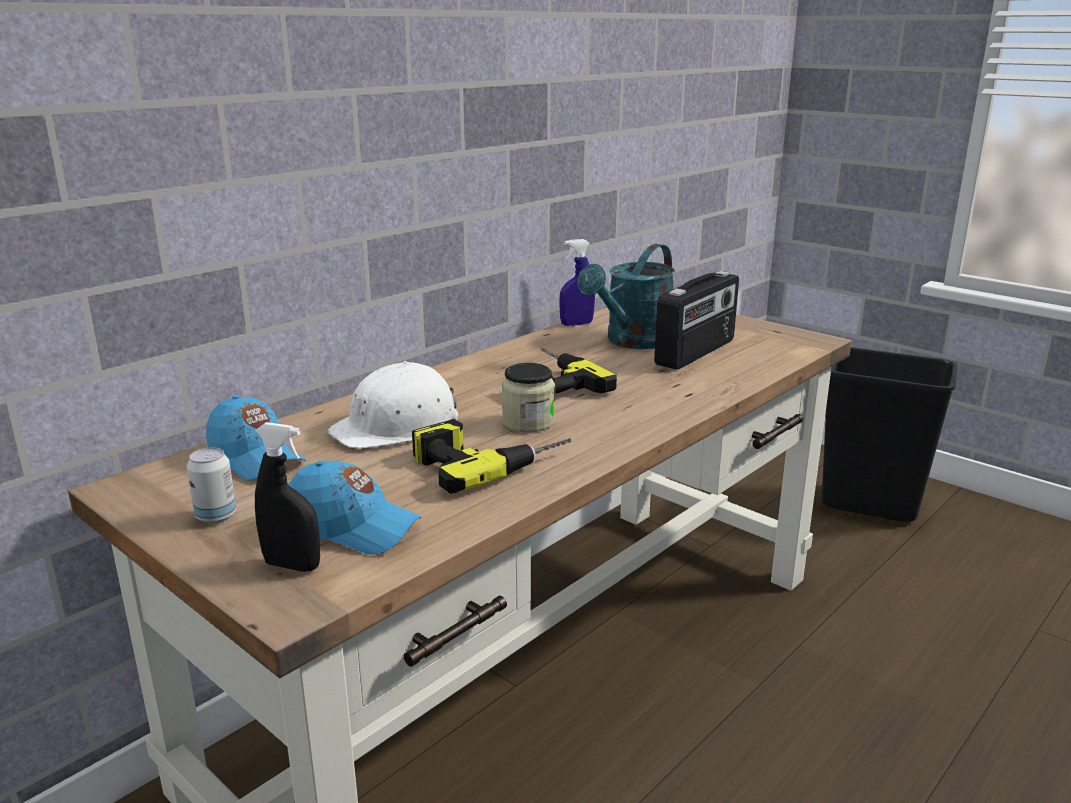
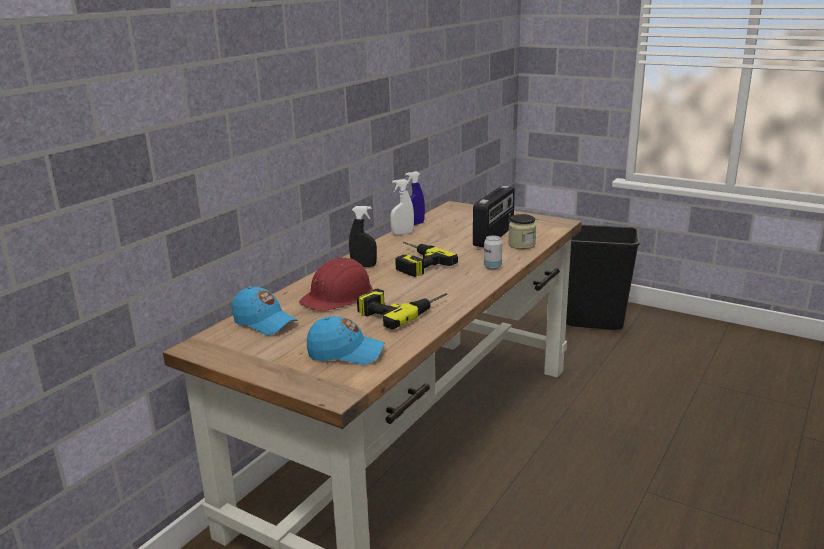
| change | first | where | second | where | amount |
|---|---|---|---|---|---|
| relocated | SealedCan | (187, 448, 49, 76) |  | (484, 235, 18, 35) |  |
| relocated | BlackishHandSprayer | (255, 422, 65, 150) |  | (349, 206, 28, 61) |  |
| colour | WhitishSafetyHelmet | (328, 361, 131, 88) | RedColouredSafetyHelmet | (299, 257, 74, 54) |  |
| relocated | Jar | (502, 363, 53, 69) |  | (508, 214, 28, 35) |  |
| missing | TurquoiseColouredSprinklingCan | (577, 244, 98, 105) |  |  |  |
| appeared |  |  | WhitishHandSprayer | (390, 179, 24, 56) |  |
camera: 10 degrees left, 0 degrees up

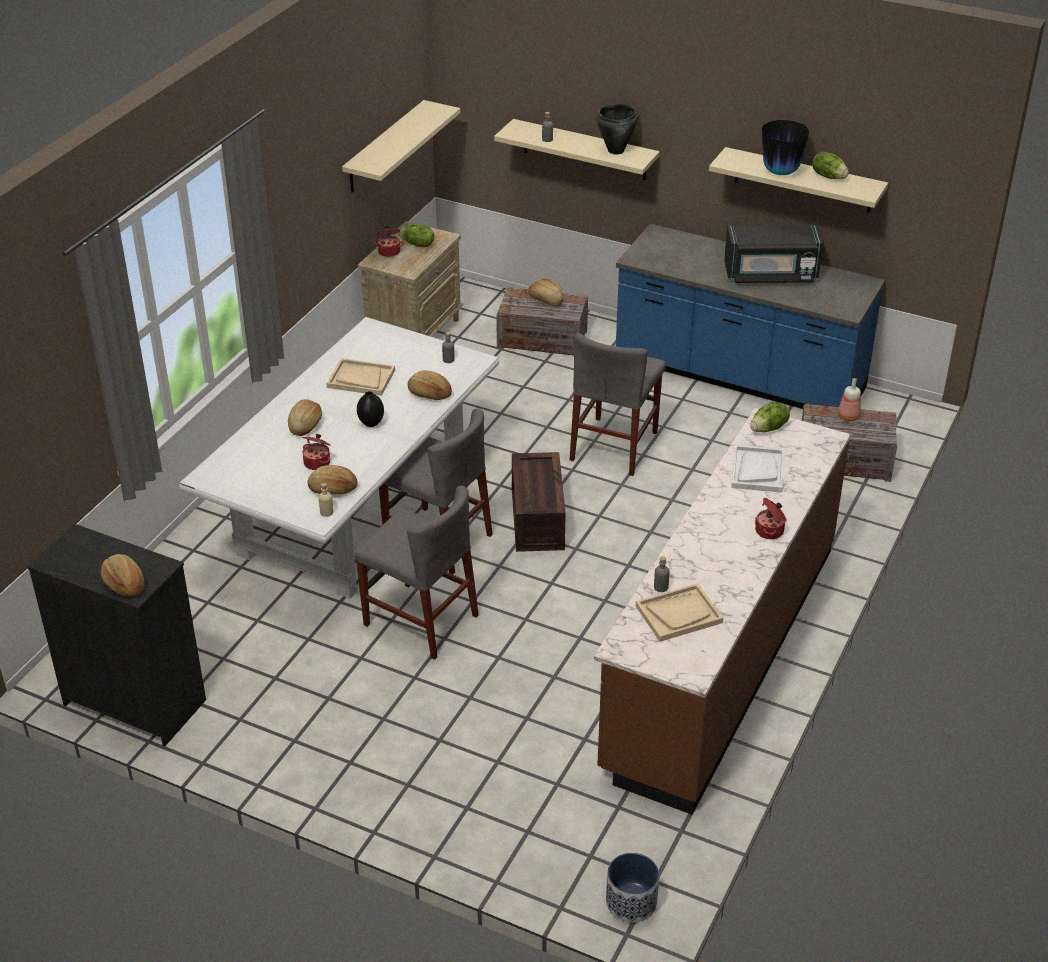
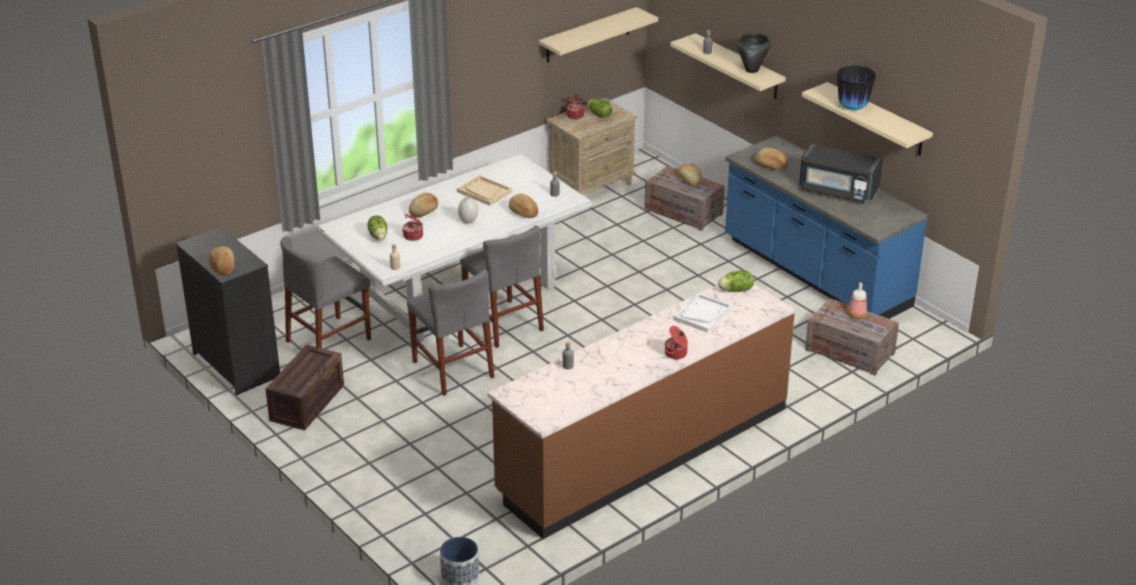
| change | first | where | second | where | amount |
|---|---|---|---|---|---|
| relocated | BakedBread | (308, 465, 50, 29) |  | (755, 148, 33, 22) |  |
| colour | BlackishFlowerVase | (357, 391, 27, 36) | WhitishFlowerVase | (458, 196, 20, 28) |  |
| relocated | PackingCrate | (512, 452, 54, 100) |  | (265, 345, 79, 85) |  |
| relocated | GrayUprightChair | (570, 333, 96, 143) |  | (280, 236, 91, 112) |  |
| missing | BeigeColouredServingTray | (636, 583, 87, 59) |  |  |  |
| relocated | Lettuce | (812, 152, 37, 27) |  | (367, 215, 20, 25) |  |
camera: 25 degrees right, 5 degrees down

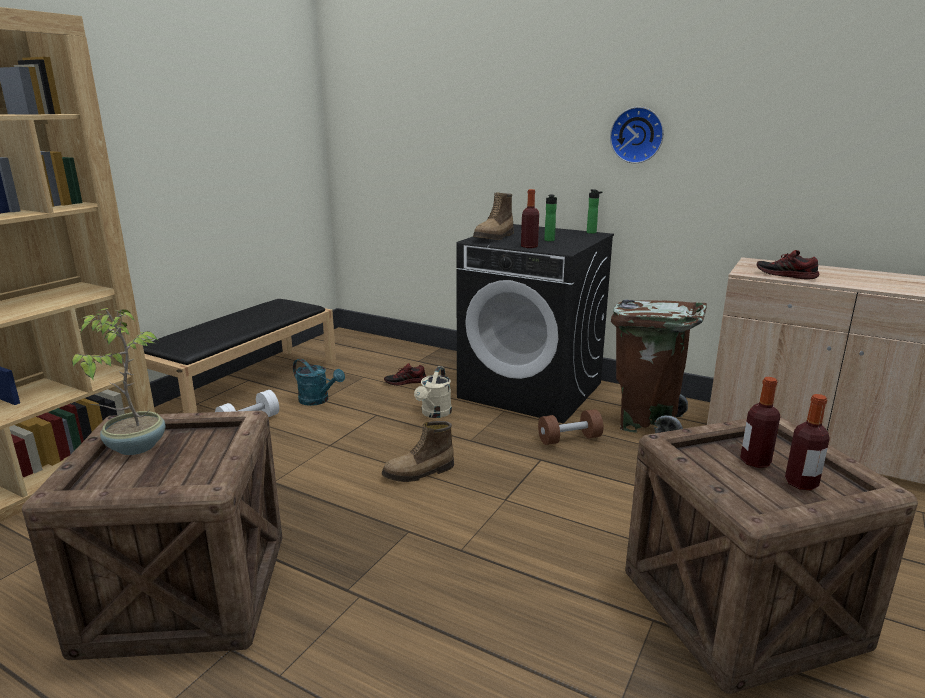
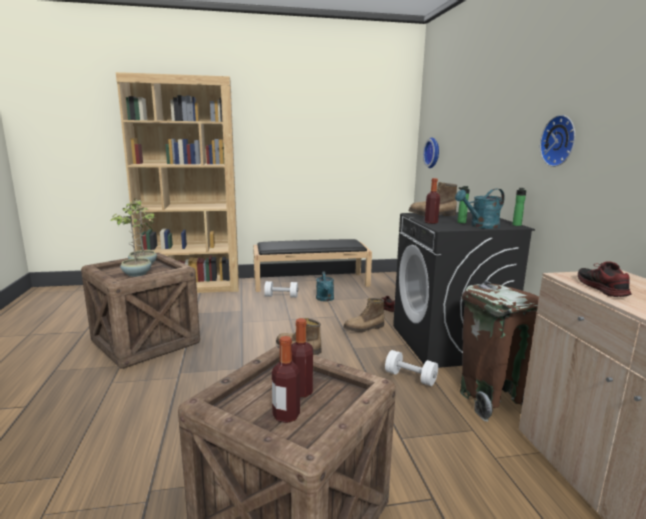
| change | first | where | second | where | amount |
|---|---|---|---|---|---|
| exchanged | BeigeColouredSprinklingCan | (414, 366, 38, 52) | HighTopBoot | (343, 298, 41, 34) |  |
| colour | BrownishDumbbell | (538, 409, 65, 36) | WhitishDumbbell | (385, 350, 53, 36) |  |
| appeared |  |  | PlantInAPot | (110, 203, 45, 74) |  |
| appeared |  |  | HangingClock | (423, 137, 16, 31) |  |
| appeared |  |  | TurquoiseColouredSprinklingCan | (455, 188, 50, 41) |  |
camera: 50 degrees right, 5 degrees down

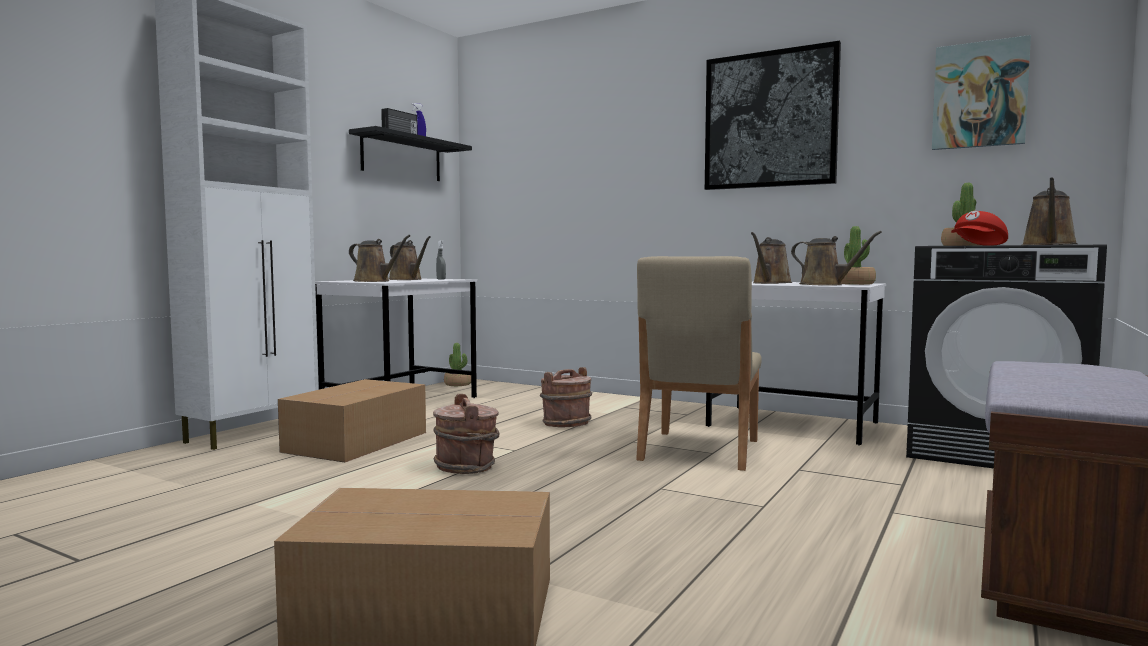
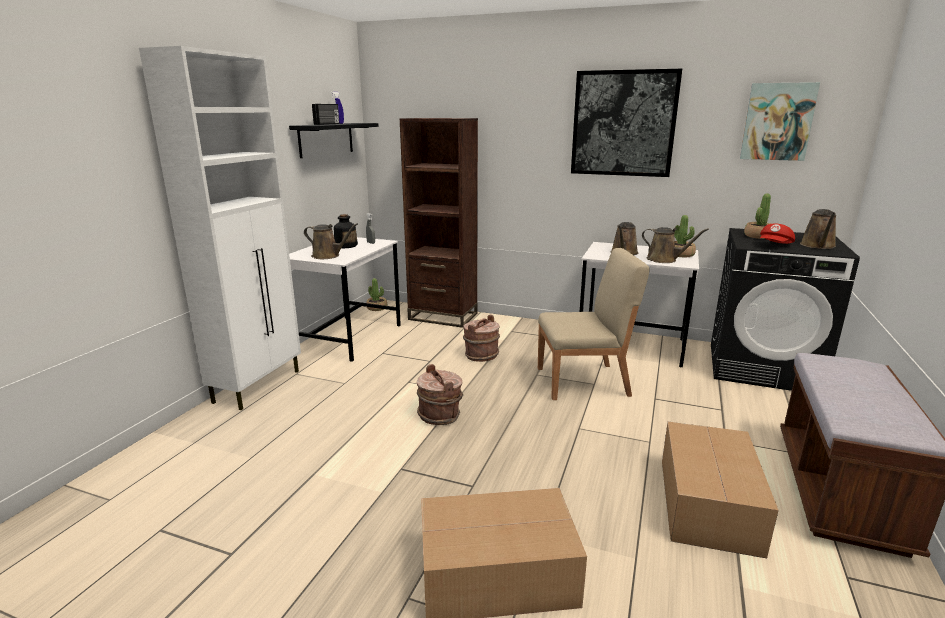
| change | first | where | second | where | amount |
|---|---|---|---|---|---|
| relocated | PackingBox | (278, 379, 148, 83) |  | (662, 422, 117, 136) |  |
| exchanged | BrownishSprinklingCan | (389, 236, 42, 44) | BeverageBottle | (334, 214, 24, 34) |  |
| spun | BeigeColouredUprightChair | (636, 256, 126, 215) |  | (538, 248, 112, 152) | 105 degrees counterclockwise |
| appeared |  |  | BrownishShelvingUnit | (400, 118, 78, 210) |  |
camera: 10 degrees left, 15 degrees up

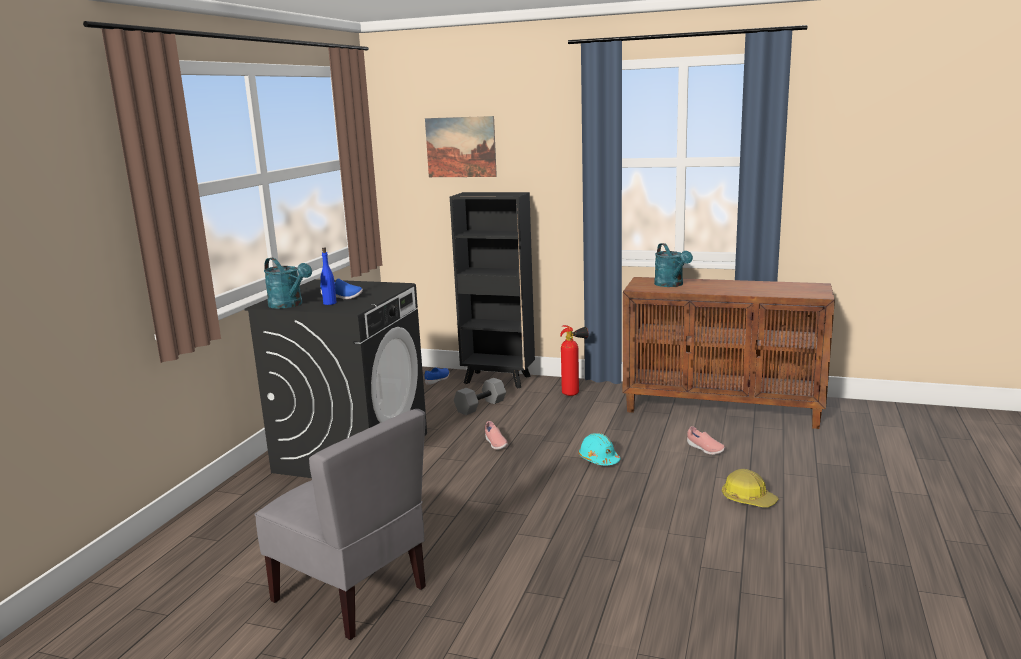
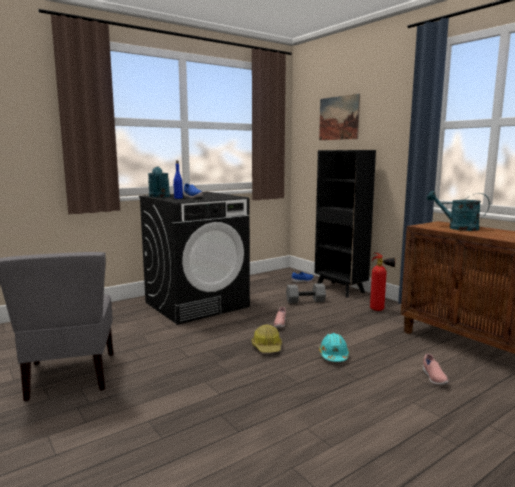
| change | first | where | second | where | amount |
|---|---|---|---|---|---|
| spun | TurquoiseColouredSprinklingCan | (654, 243, 39, 44) |  | (427, 191, 63, 40) | 105 degrees clockwise |
| relocated | SafetyHelmet | (722, 469, 57, 38) |  | (251, 325, 31, 28) |  |
camera: 35 degrees right, 5 degrees down

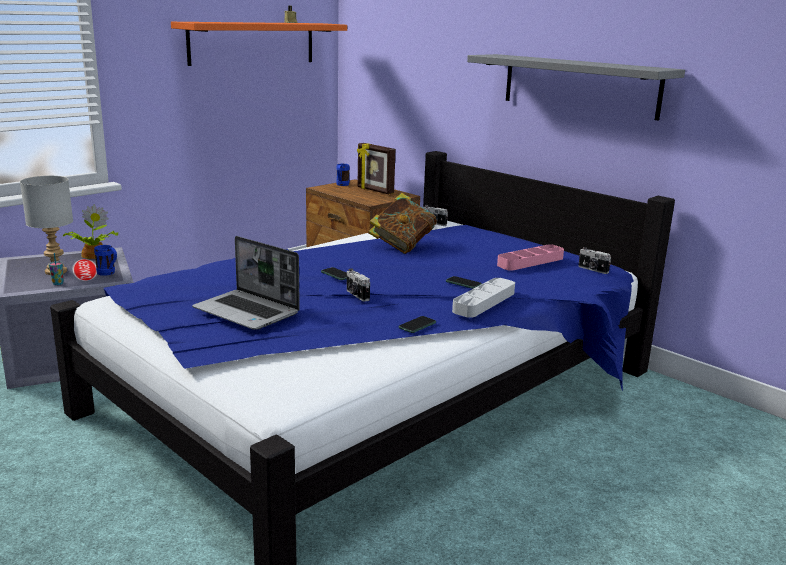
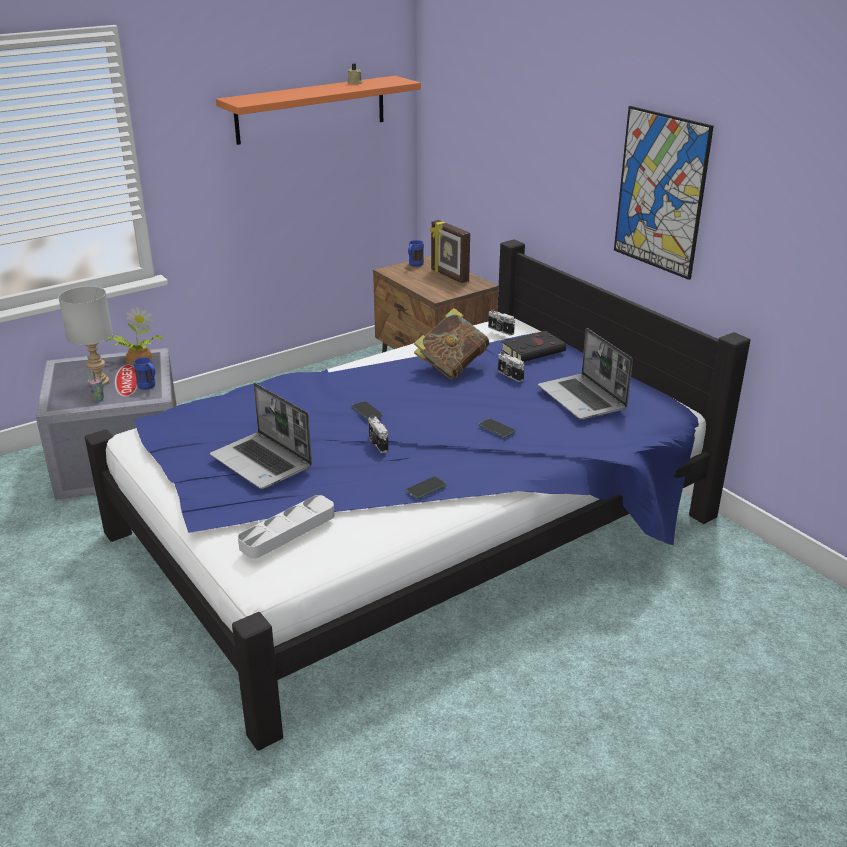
| change | first | where | second | where | amount |
|---|---|---|---|---|---|
| relocated | GrayServingTray | (452, 278, 63, 40) |  | (238, 495, 96, 64) |  |
| exchanged | GrayBracketShelf | (467, 54, 218, 67) | Picture | (614, 106, 100, 174) |  |
| exchanged | PinkishServingTray | (497, 244, 67, 27) | PortableComputer | (538, 328, 95, 91) |  |
| relocated | PhotoCamera | (578, 247, 33, 27) |  | (498, 352, 27, 30) |  |
| appeared |  |  | BlackishBoundBook | (501, 331, 65, 31) |  |
camera: 10 degrees right, 10 degrees up

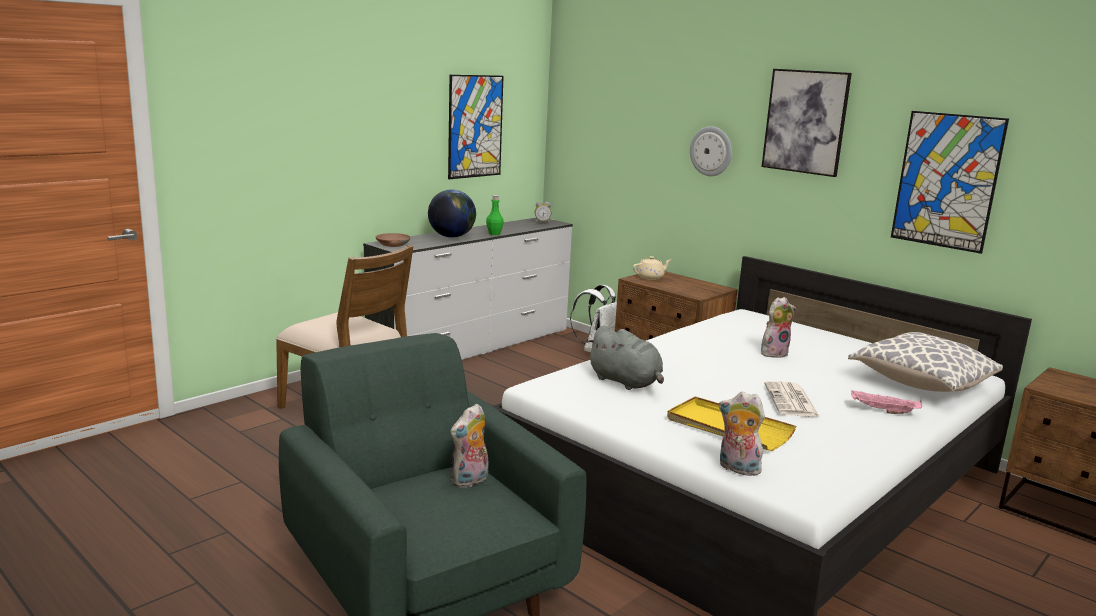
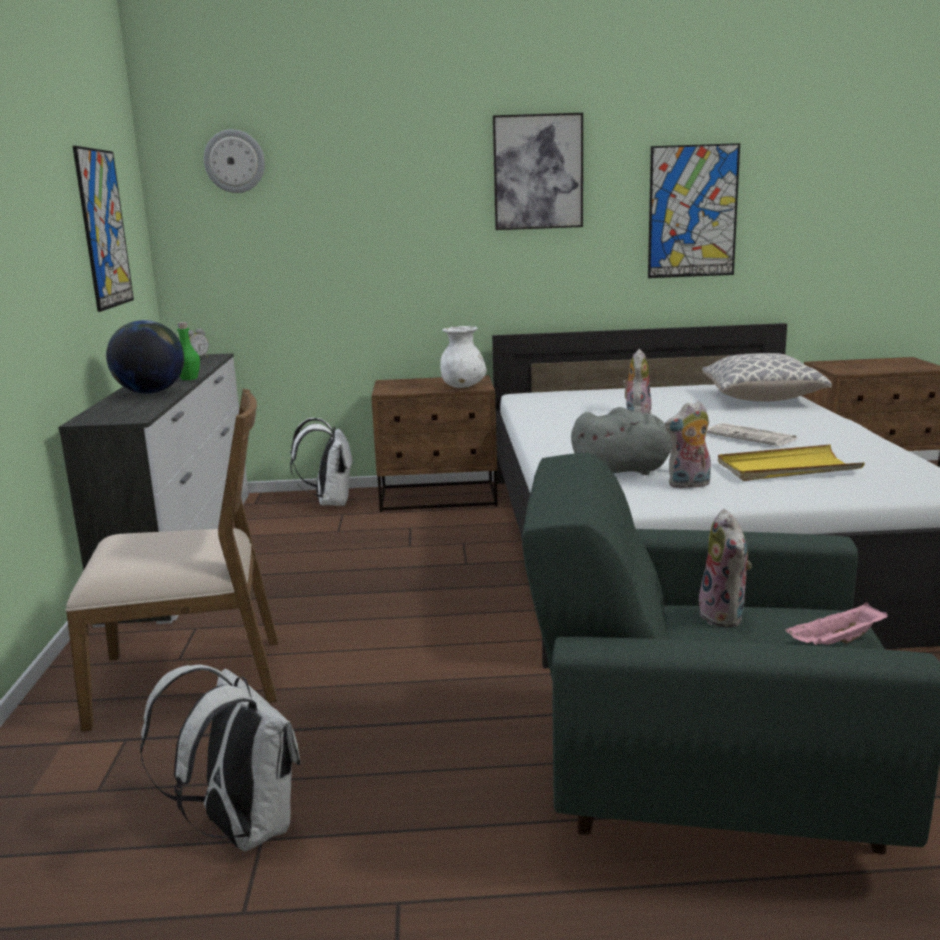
| change | first | where | second | where | amount |
|---|---|---|---|---|---|
| missing | BrownishServingBowl | (376, 233, 35, 14) |  |  |  |
| missing | BeigeColouredTeaPot | (633, 256, 38, 24) |  |  |  |
| relocated | HangingClock | (690, 126, 42, 50) |  | (204, 129, 61, 64) |  |
| relocated | CuddlyToy | (719, 392, 46, 84) |  | (665, 401, 46, 88) |  |
| relocated | PinkishServingTray | (851, 390, 71, 24) |  | (785, 602, 103, 43) |  |
| appeared |  |  | WhitishRucksack | (140, 665, 161, 187) |  |
| appeared |  |  | WhitishFlowerVase | (440, 326, 47, 62) |  |
camera: 45 degrees left, 0 degrees up

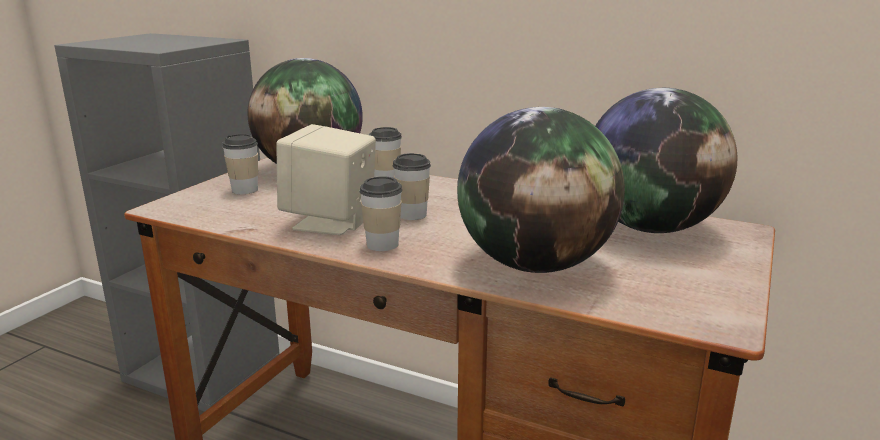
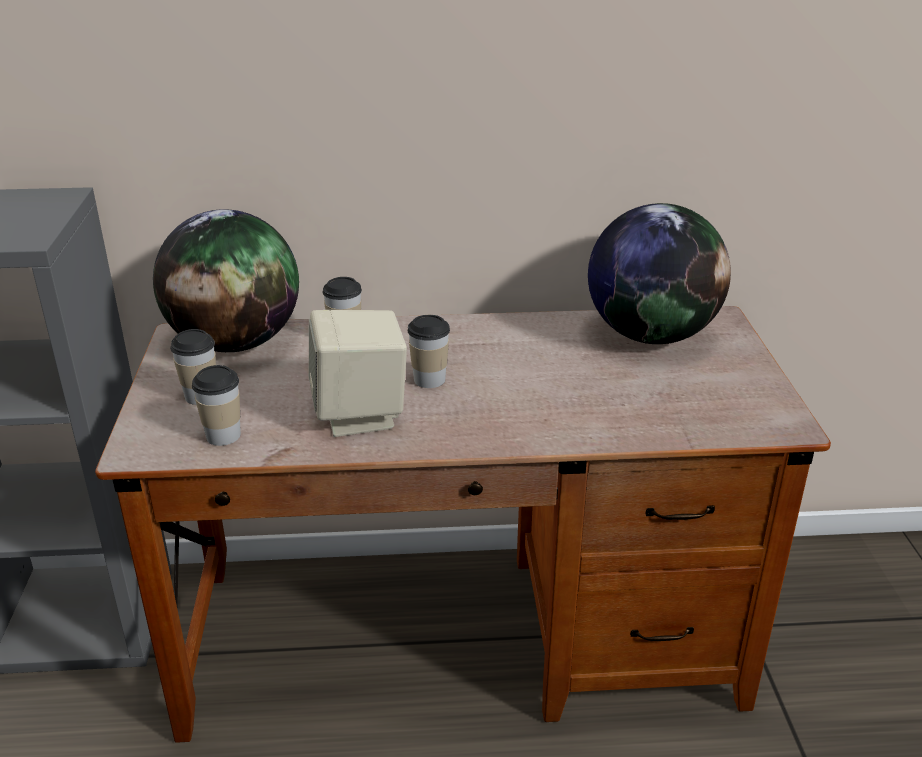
| change | first | where | second | where | amount |
|---|---|---|---|---|---|
| relocated | DrinkingCup | (359, 176, 43, 75) |  | (192, 365, 49, 81) |  |
| missing | Globe | (457, 107, 168, 166) |  |  |  |
camera: 30 degrees left, 10 degrees up

